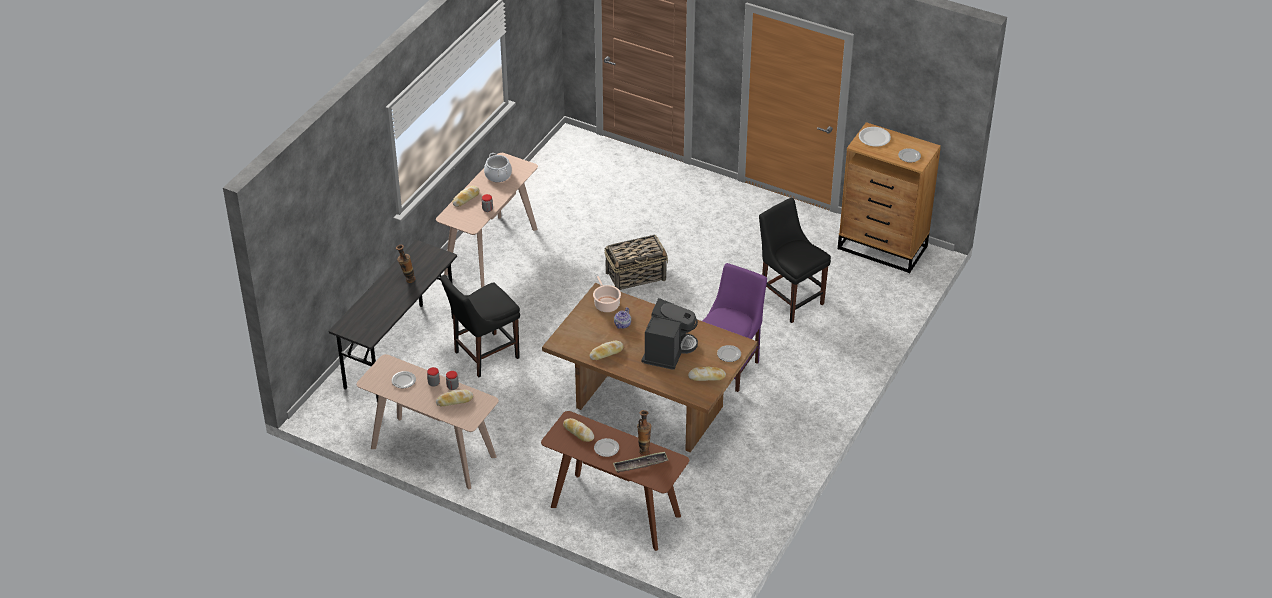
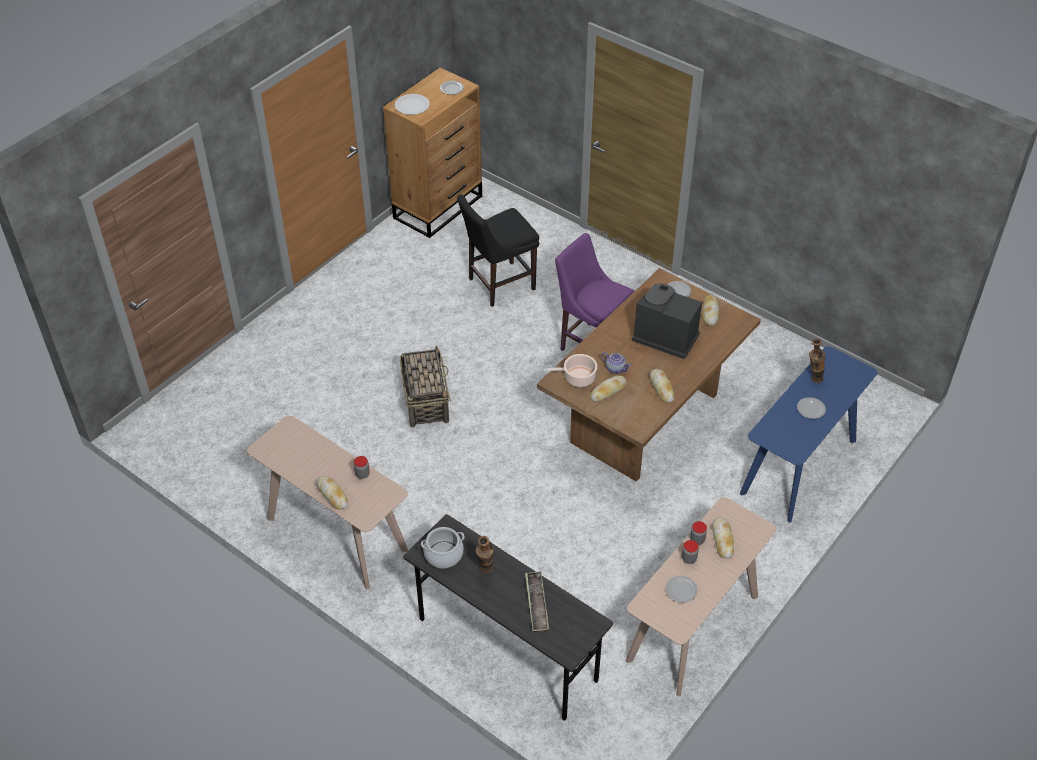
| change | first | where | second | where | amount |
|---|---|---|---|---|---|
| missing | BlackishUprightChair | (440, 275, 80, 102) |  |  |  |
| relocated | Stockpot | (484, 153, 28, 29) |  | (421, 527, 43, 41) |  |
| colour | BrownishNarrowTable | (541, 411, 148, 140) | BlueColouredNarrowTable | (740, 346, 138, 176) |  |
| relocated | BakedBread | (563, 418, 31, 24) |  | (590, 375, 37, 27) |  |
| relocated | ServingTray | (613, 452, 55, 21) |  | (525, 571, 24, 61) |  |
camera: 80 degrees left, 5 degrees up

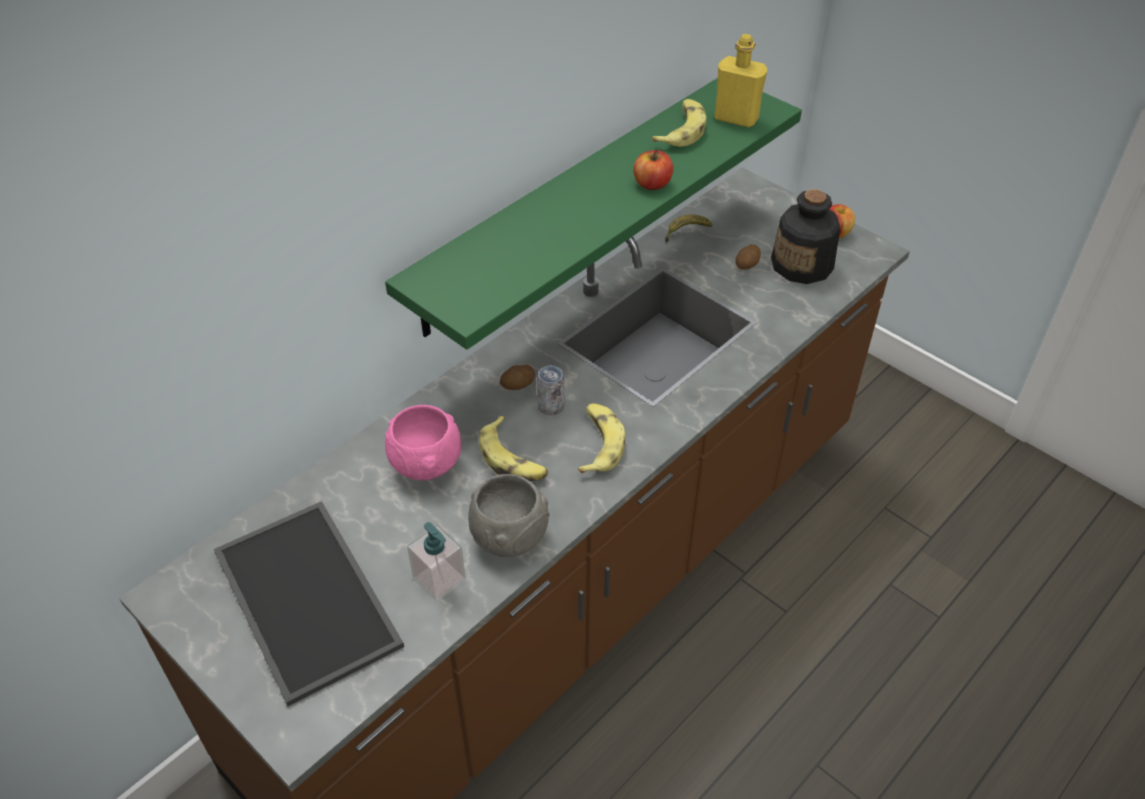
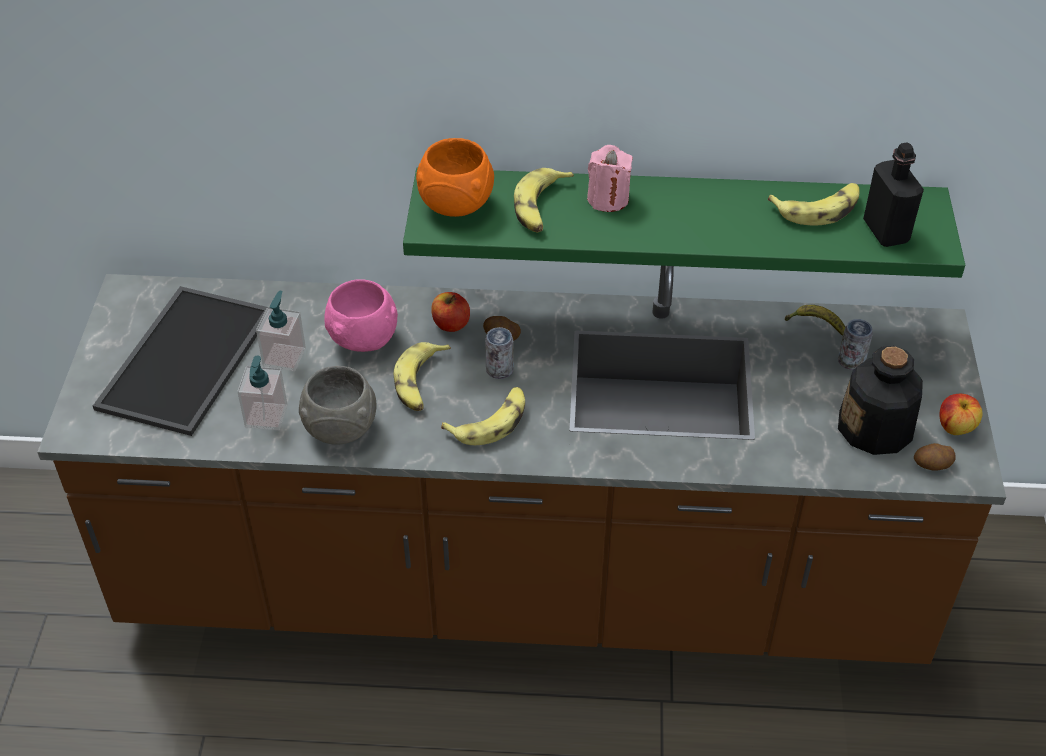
| change | first | where | second | where | amount |
|---|---|---|---|---|---|
| relocated | Apple | (633, 149, 40, 41) |  | (431, 292, 39, 40) |  |
| colour | YellowBeverageBottle | (714, 34, 53, 94) | BlackishBeverageBottle | (863, 142, 61, 105) |  |
| relocated | Potato | (736, 244, 25, 26) |  | (914, 443, 42, 28) |  |
| appeared |  |  | SoapBottle | (256, 291, 50, 80) |  |
| appeared |  |  | OrangeyServingBowl | (416, 138, 78, 79) |  |
| appeared |  |  | Banana | (514, 168, 60, 64) |  |
| appeared |  |  | PinkishWaxLight | (587, 145, 46, 67) |  |
| appeared |  |  | SealedCan | (838, 319, 35, 51) |  |
camera: 50 degrees right, 0 degrees up

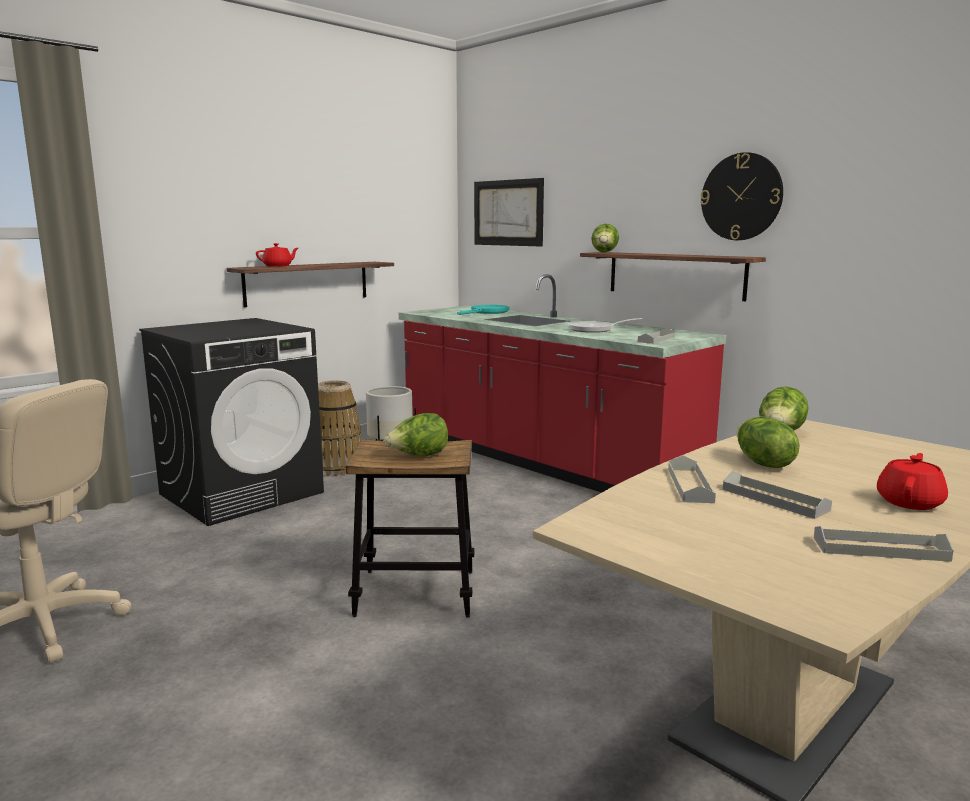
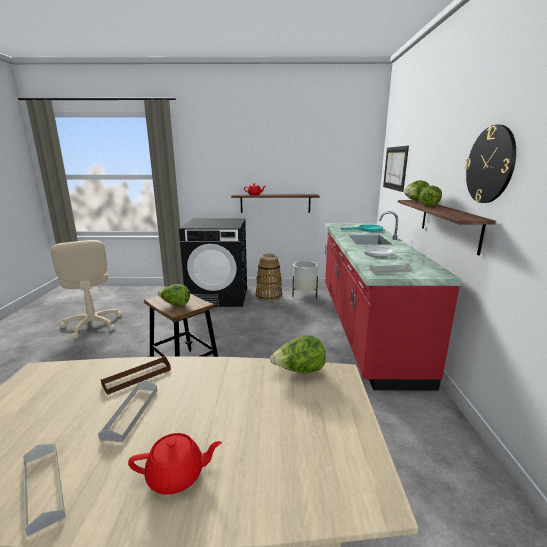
| change | first | where | second | where | amount |
|---|---|---|---|---|---|
| colour | GrayServingTray | (668, 455, 48, 48) | BrownishServingTray | (101, 357, 70, 38) |  |
| relocated | Lettuce | (737, 417, 62, 51) |  | (419, 186, 23, 20) |  |
camera: 45 degrees right, 5 degrees up

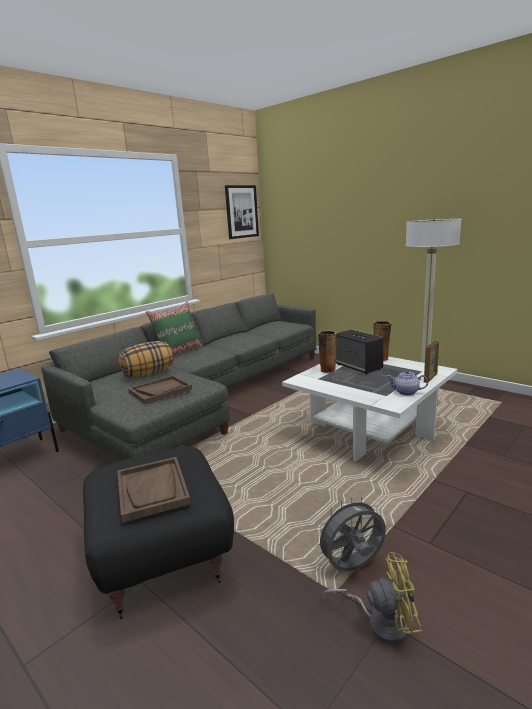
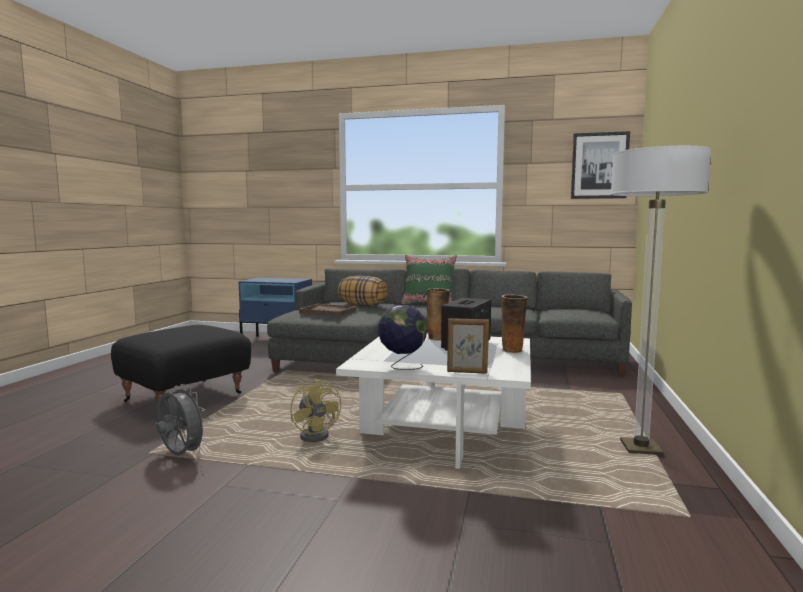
| change | first | where | second | where | amount |
|---|---|---|---|---|---|
| missing | BrownishServingTray | (117, 457, 74, 66) |  |  |  |
| relocated | YellowFan | (322, 552, 100, 93) |  | (290, 378, 51, 64) |  |
| exchanged | TeaPot | (387, 370, 41, 26) | Globe | (378, 305, 49, 65) |  |
camera: 60 degrees right, 10 degrees down

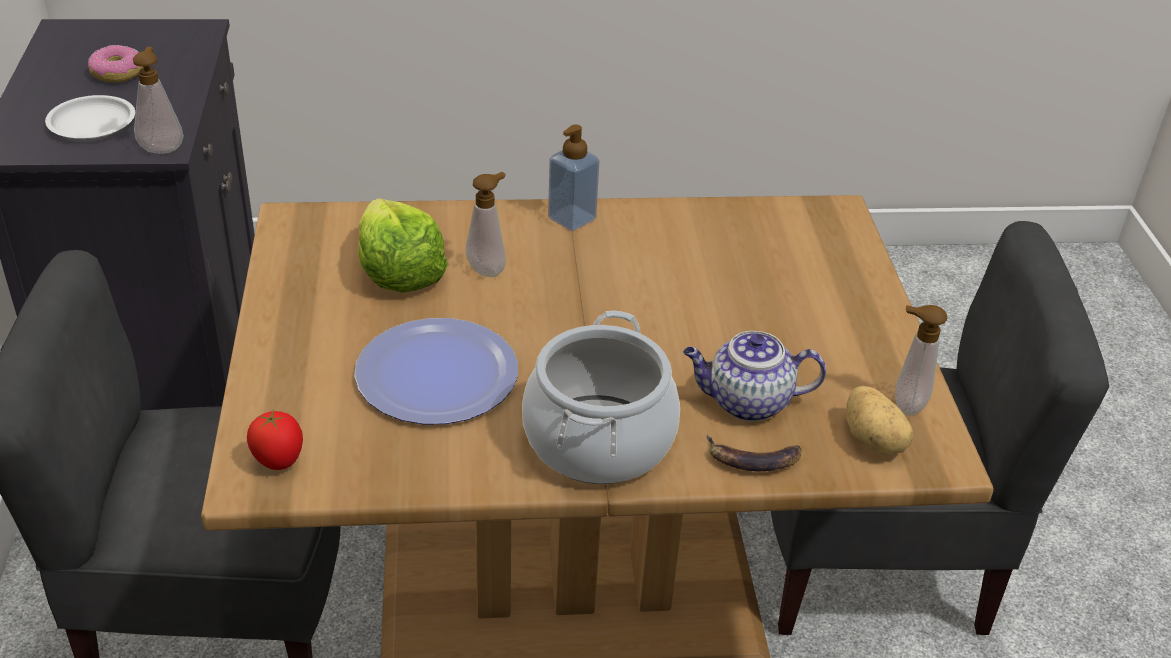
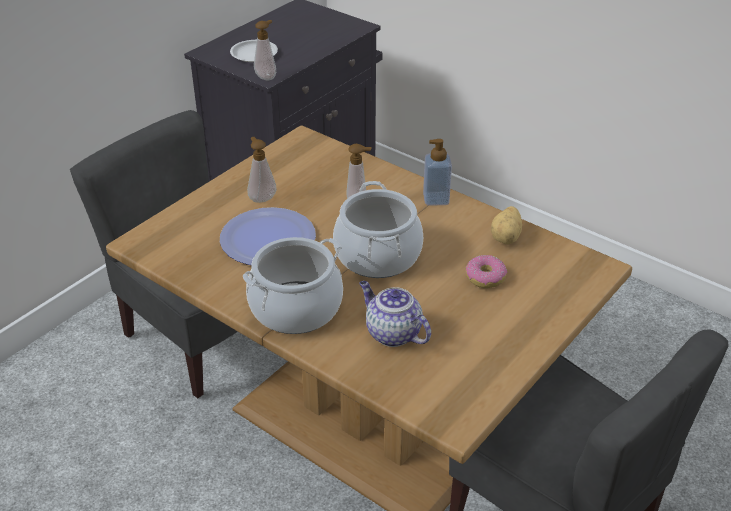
| change | first | where | second | where | amount |
|---|---|---|---|---|---|
| relocated | Donut | (88, 45, 55, 38) |  | (465, 255, 42, 33) |  |
| missing | FreshTomato | (247, 410, 56, 60) |  |  |  |
| missing | Lettuce | (358, 199, 90, 94) |  |  |  |
| missing | Banana | (707, 435, 94, 36) |  |  |  |
| relocated | Potato | (846, 386, 67, 68) |  | (491, 206, 31, 39) |  |
| relocated | SoapBottle | (895, 305, 52, 111) |  | (247, 137, 30, 66) |  |
| appeared |  |  | Stockpot | (333, 181, 90, 97) |  |
camera: 45 degrees right, 0 degrees up

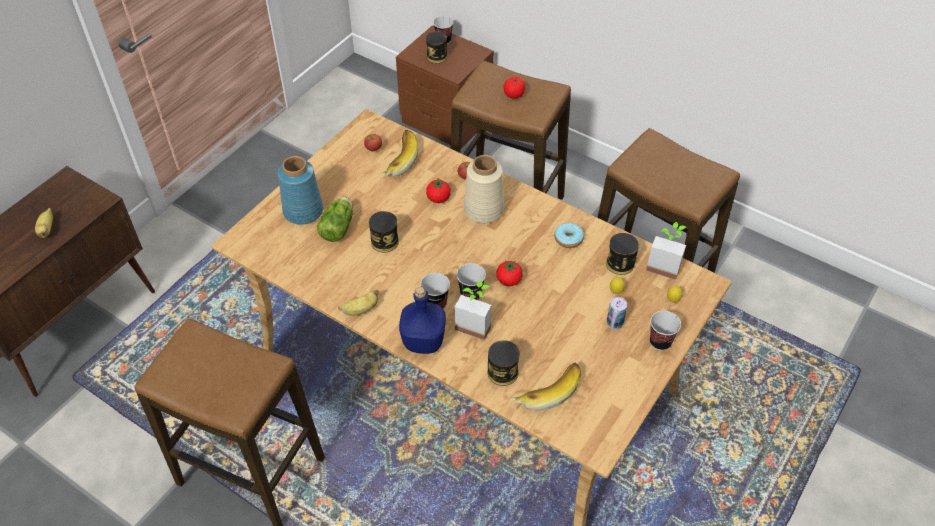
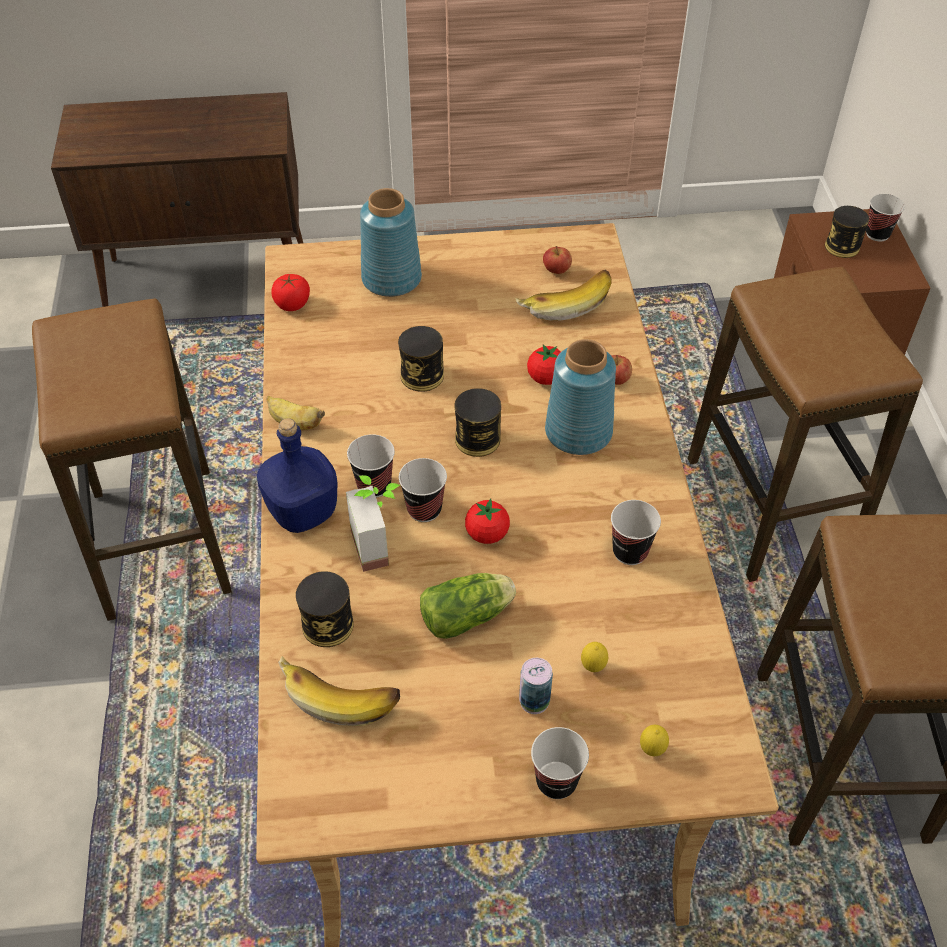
| change | first | where | second | where | amount |
|---|---|---|---|---|---|
| missing | Banana | (35, 208, 18, 30) |  |  |  |
| relocated | Lettuce | (317, 197, 36, 45) |  | (420, 573, 96, 66) |  |
| colour | BeigeColouredFlowerVase | (464, 155, 40, 68) | BlueColouredFlowerVase | (545, 339, 71, 116) |  |
| relocated | FreshTomato | (503, 77, 22, 22) |  | (271, 274, 39, 37) |  |
| exchanged | Donut | (554, 222, 30, 26) | DrinkingCup | (611, 500, 50, 65) |  |
| relocated | SealedCan | (606, 233, 33, 42) |  | (454, 388, 47, 69) |  |
| missing | PlantInAPot | (646, 222, 40, 58) |  |  |  |
camera: 50 degrees right, 0 degrees up

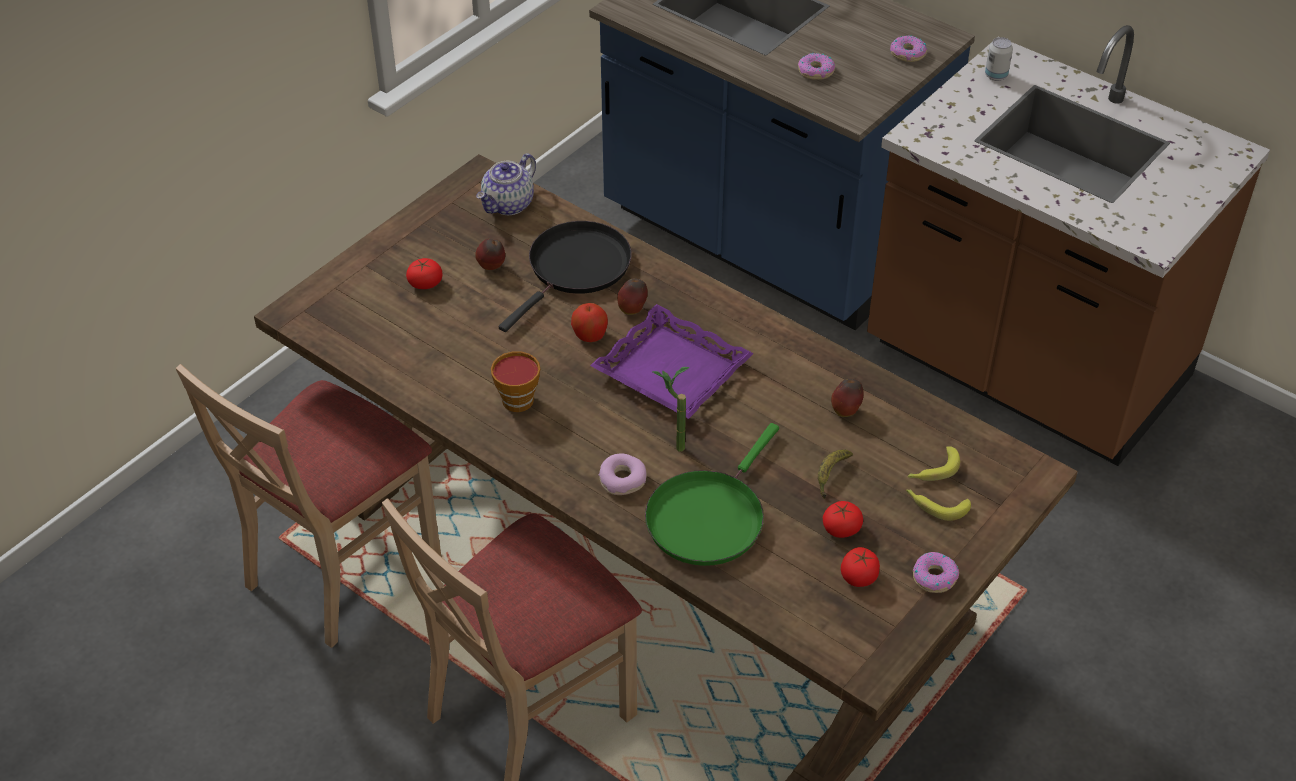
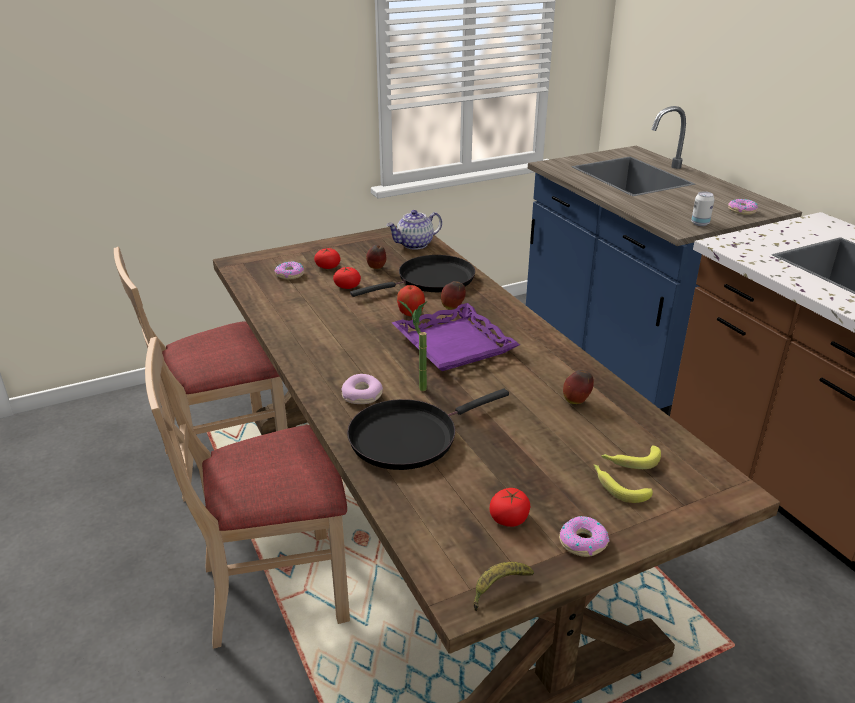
| change | first | where | second | where | amount |
|---|---|---|---|---|---|
| missing | DrinkingCup | (491, 351, 49, 61) |  |  |  |
| colour | GreenPan | (645, 423, 134, 143) | BlackishPan | (347, 389, 162, 81) |  |
| relocated | Donut | (798, 53, 37, 27) |  | (274, 261, 30, 18) |  |
| relocated | Banana | (818, 449, 35, 50) |  | (474, 562, 60, 49) |  |
| relocated | FreshTomato | (823, 501, 40, 37) |  | (333, 267, 28, 22) |  |
| relocated | SealedCan | (985, 37, 28, 44) |  | (691, 191, 24, 35) |  |
camera: 25 degrees right, 15 degrees down

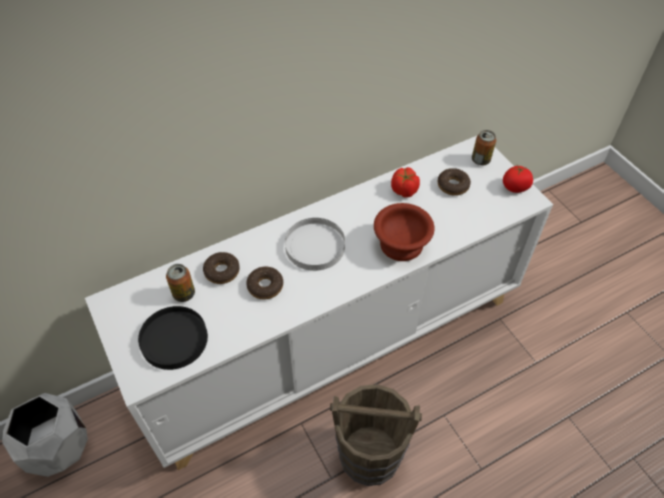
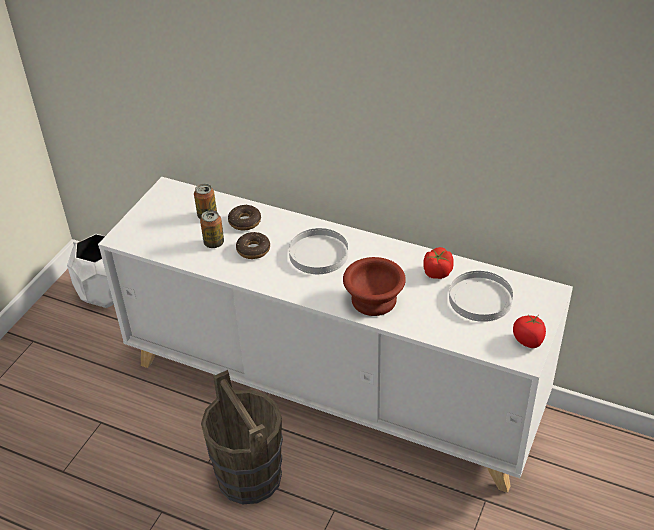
| change | first | where | second | where | amount |
|---|---|---|---|---|---|
| missing | BlackishFlatDish | (138, 306, 70, 64) |  |  |  |
| exchanged | Donut | (438, 168, 33, 28) | WhitishFlatDish | (449, 271, 64, 51) |  |
| relocated | SealedCan | (472, 130, 24, 35) |  | (200, 210, 24, 38) |  |
camera: 55 degrees right, 10 degrees down

